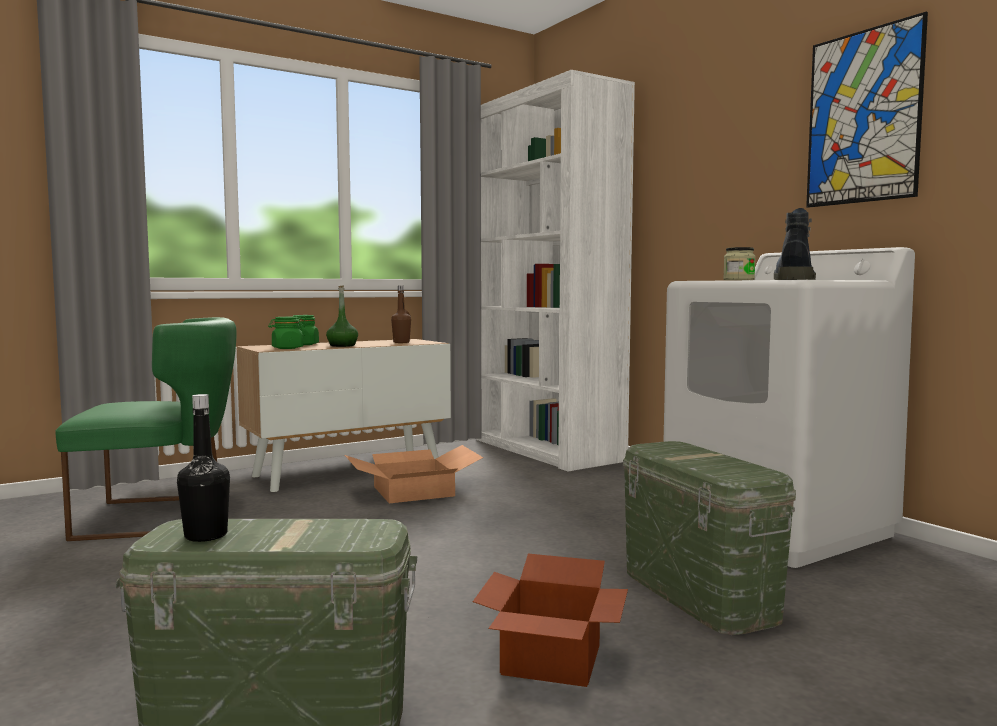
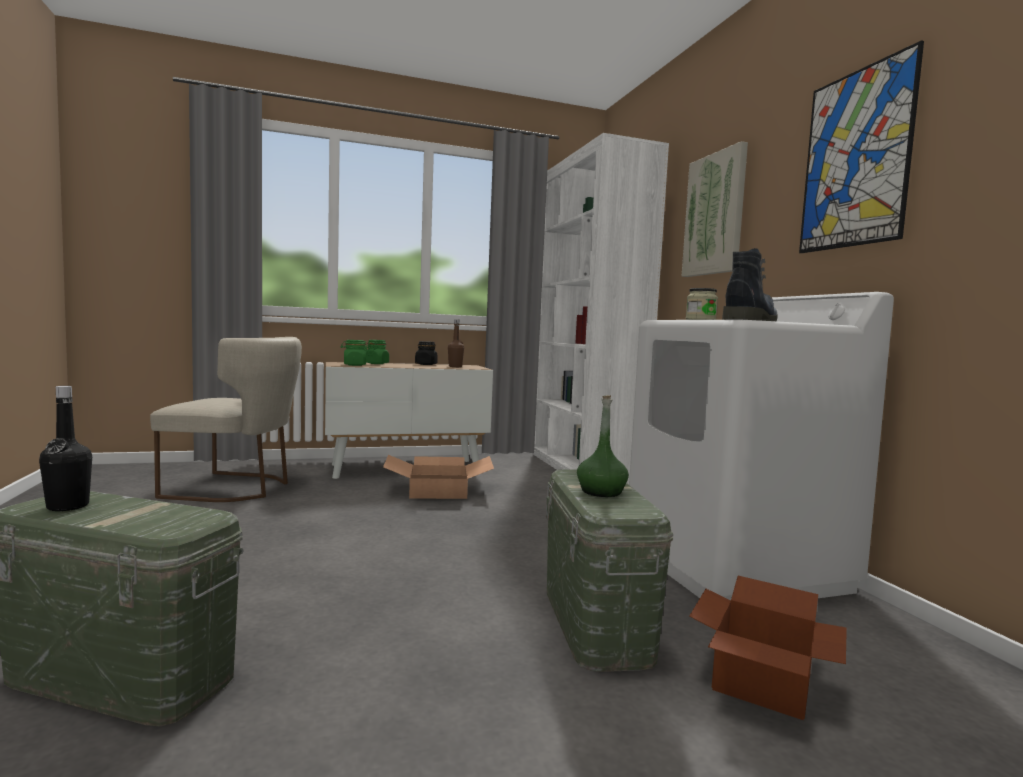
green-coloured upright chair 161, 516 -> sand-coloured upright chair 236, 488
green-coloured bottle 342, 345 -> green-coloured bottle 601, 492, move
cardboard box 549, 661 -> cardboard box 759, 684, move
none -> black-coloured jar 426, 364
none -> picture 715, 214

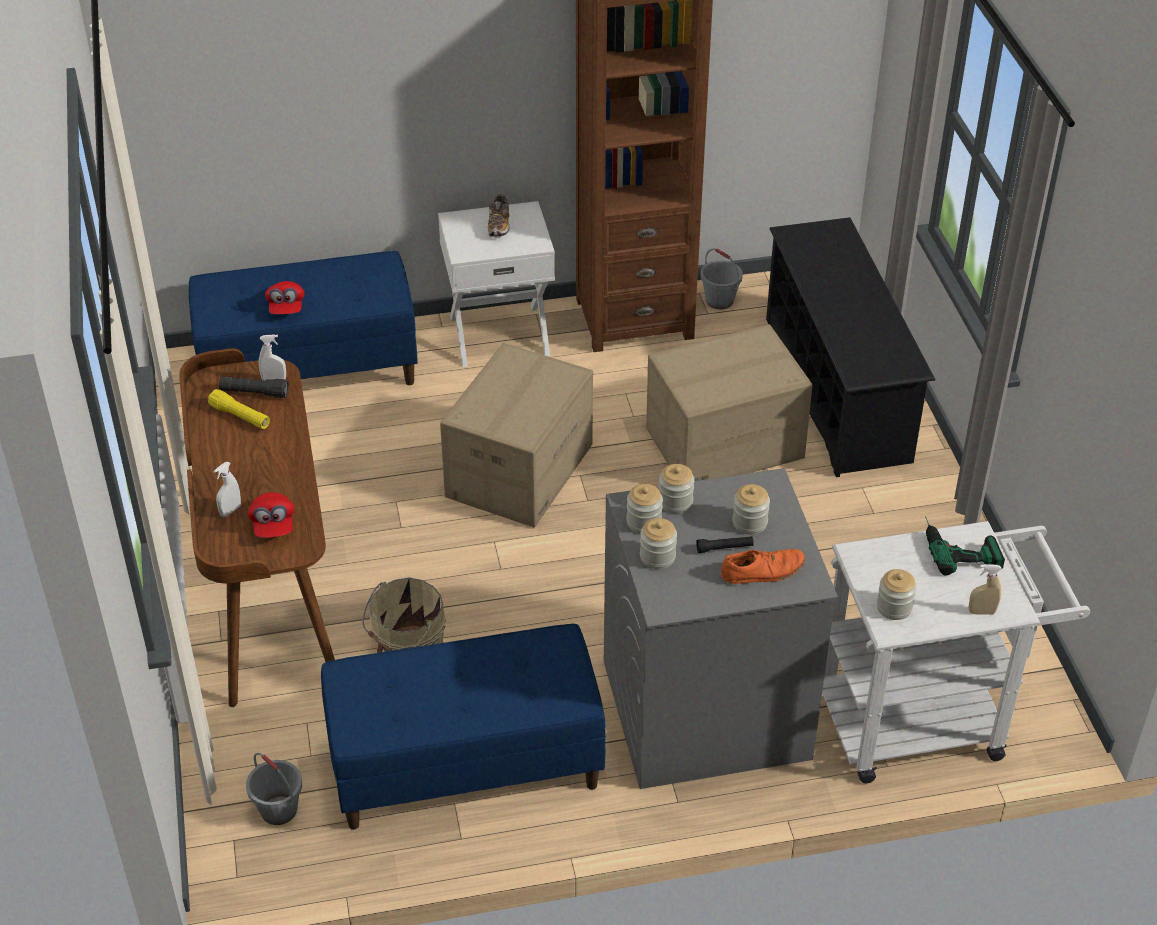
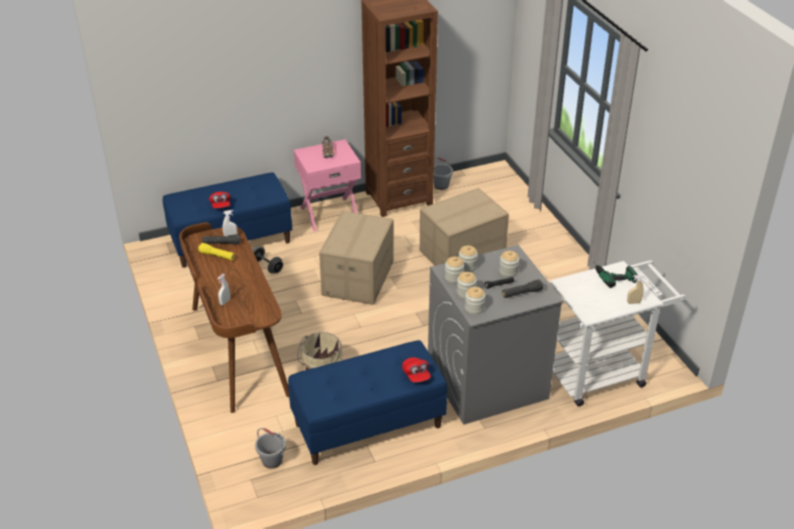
red-coloured peaked cap 273, 525 -> red-coloured peaked cap 416, 375, move
whitish nightstand 499, 334 -> pinkish nightstand 329, 213
orangey low shoe 762, 571 -> black-coloured flashlight 522, 293
black-coloured shoe shelf 837, 389 -> none
jar 894, 607 -> jar 474, 308, move
none -> grey free weight 267, 266

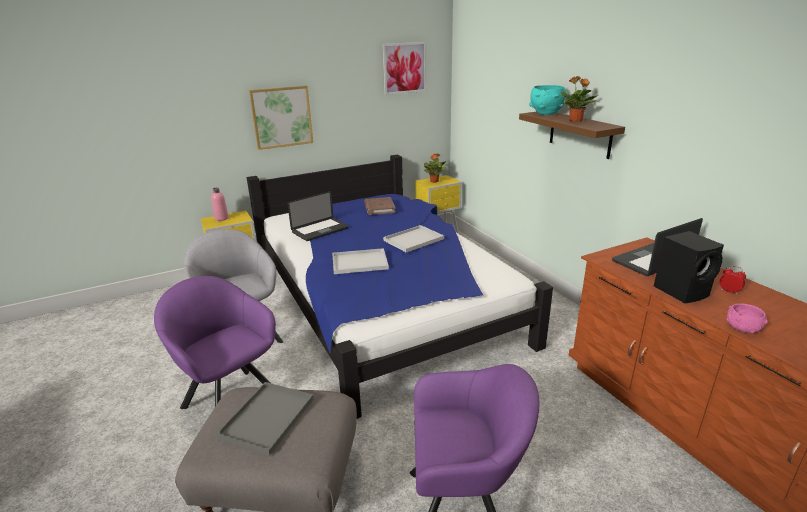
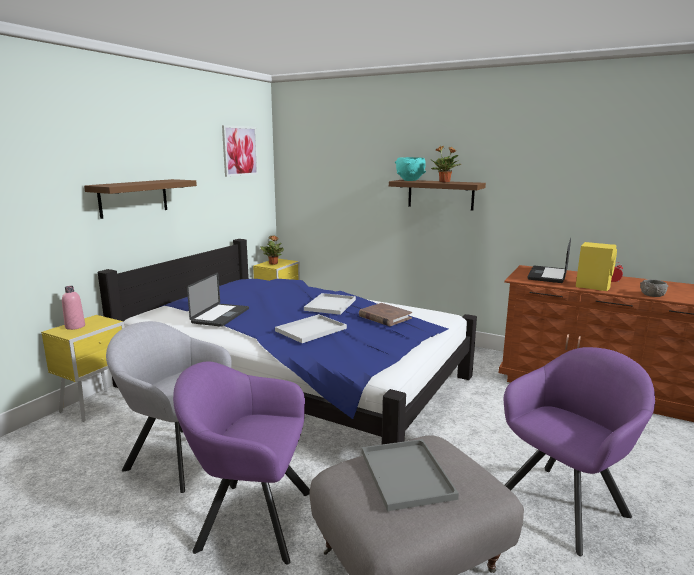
picture 282, 117 -> brown shelf 133, 198
brown book 379, 208 -> brown book 384, 317, move
black-coloured speaker 682, 291 -> yellowish speaker 593, 286
pinkish bowl 742, 328 -> grey bowl 652, 295

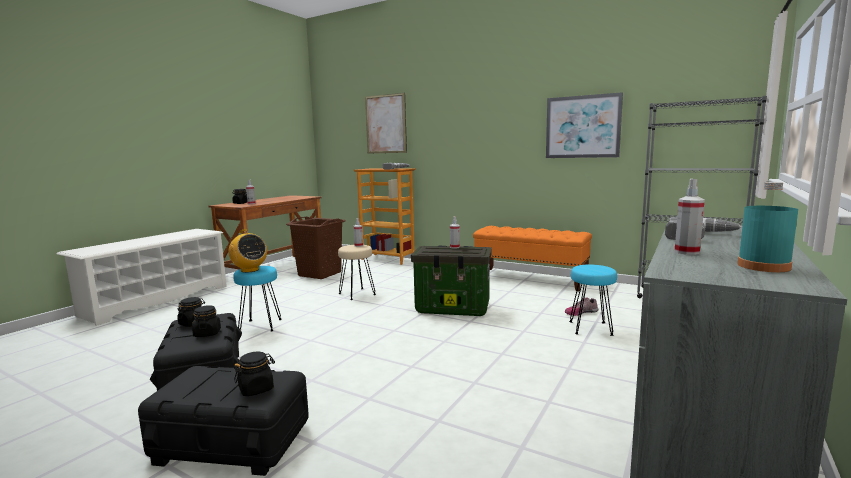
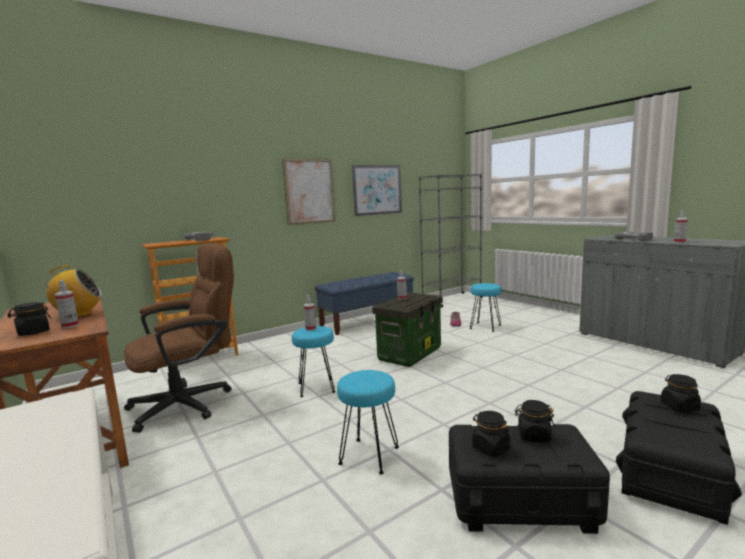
radio receiver 249, 270 -> radio receiver 78, 315, move
brown hamper 319, 274 -> brown computer chair 190, 403
sand-coloured stool 357, 294 -> turquoise stool 316, 387
picture 385, 124 -> picture 310, 191, move
orangey indoor bench 530, 279 -> bluish indoor bench 367, 321
turquoise bottle 763, 266 -> none

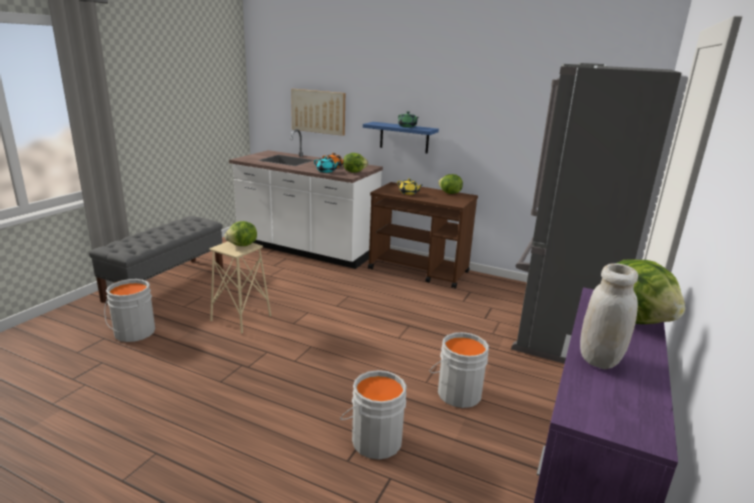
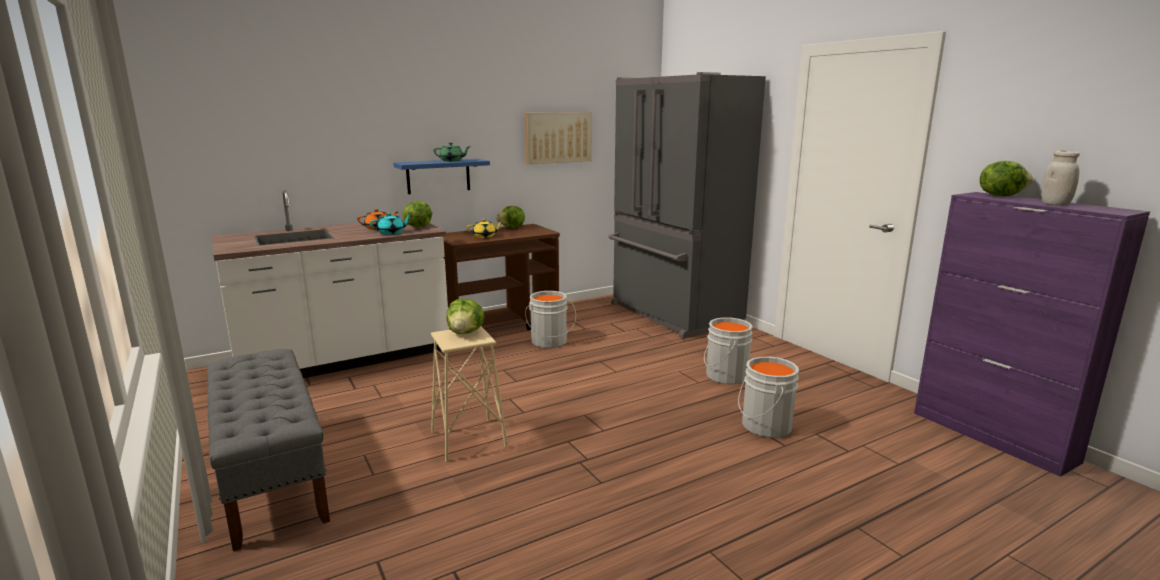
grey bucket 133, 333 -> grey bucket 549, 342, move
picture 318, 111 -> picture 558, 137, move

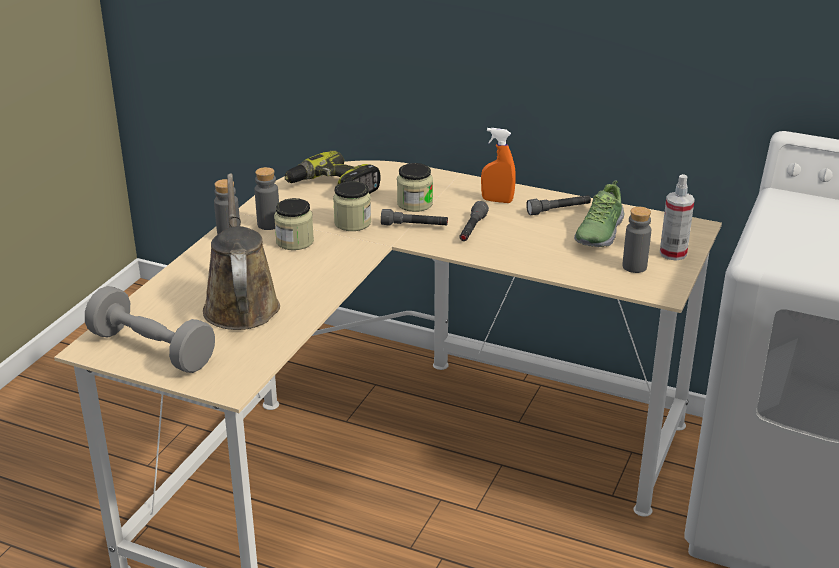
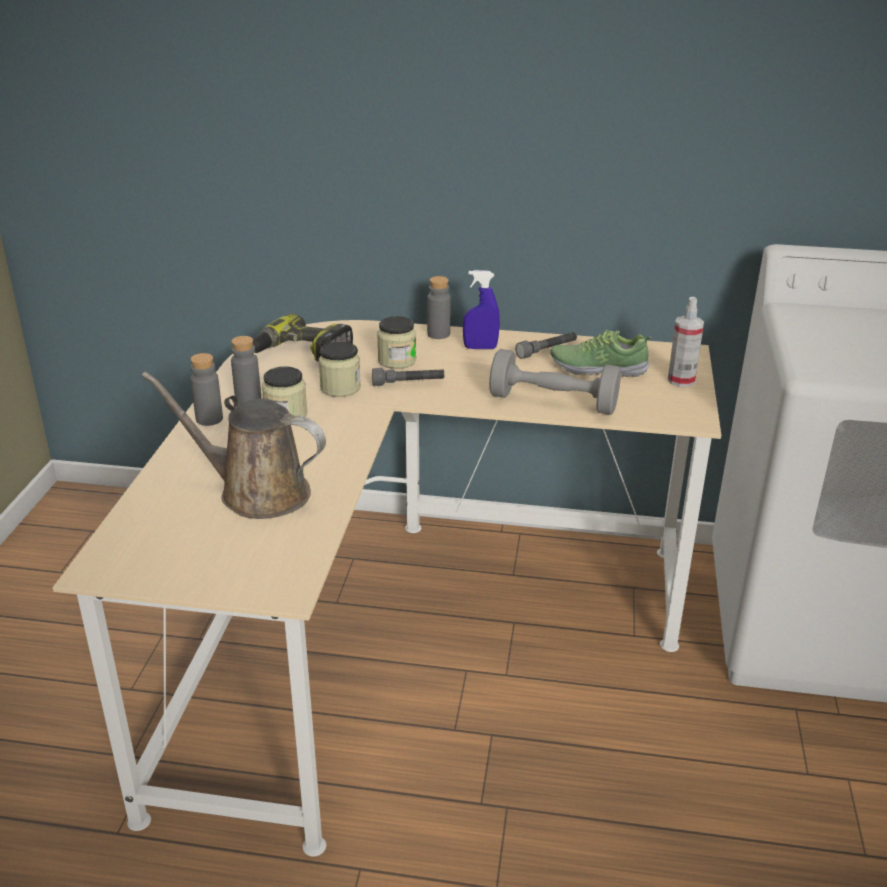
grey free weight 152, 349 -> grey free weight 553, 402, move
brown watering can 241, 304 -> brown watering can 256, 492, 45 degrees counterclockwise
grey flashlight 472, 229 -> none
orangey hand sprayer 497, 200 -> bluish hand sprayer 480, 348
low shoe 598, 232 -> low shoe 598, 368, 90 degrees clockwise
grey bottle 634, 267 -> grey bottle 438, 334, move

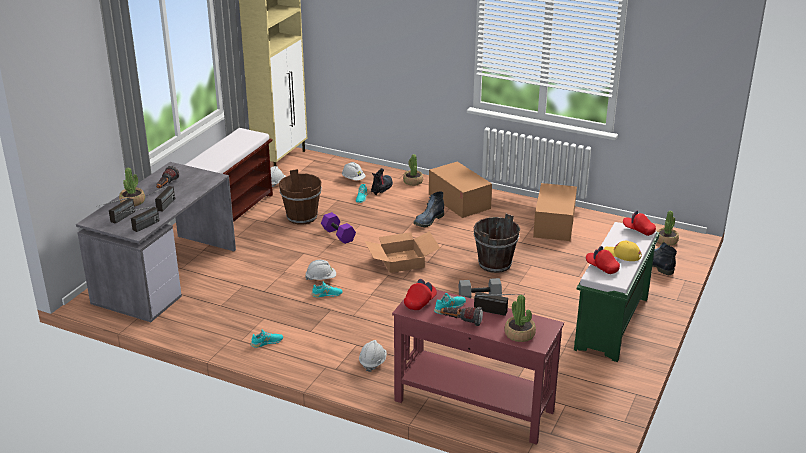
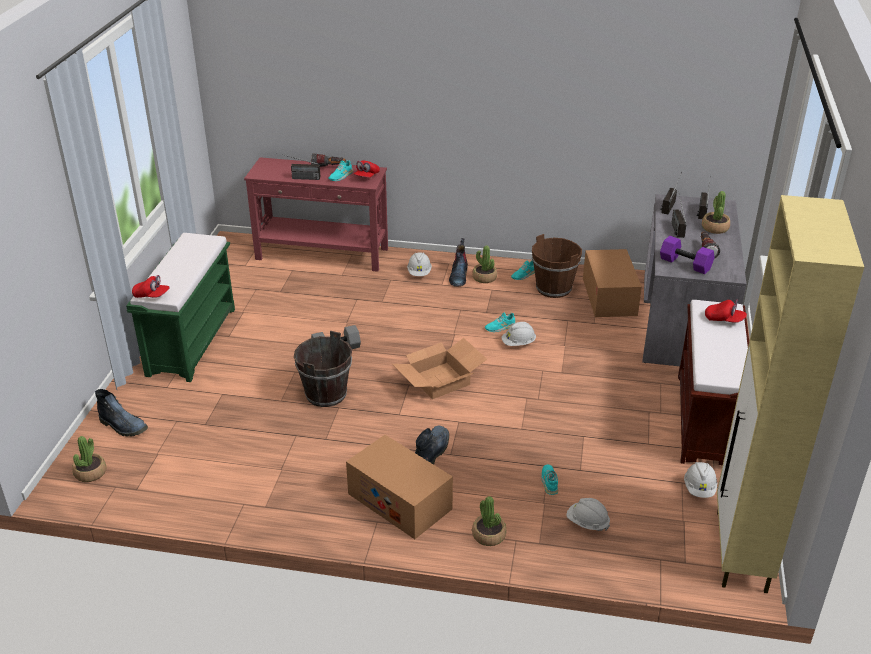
brown bucket 301, 217 -> brown bucket 554, 288, move
purplish free weight 339, 235 -> purplish free weight 684, 264, move
tall boot 382, 188 -> tall boot 458, 276, move
plant in a pot 519, 334 -> plant in a pot 484, 278, move
cardboard box 554, 224 -> cardboard box 609, 296, move
red-coloured peaked cap 602, 267 -> red-coloured peaked cap 724, 320, move
yellowish peaked cap 622, 254 -> none

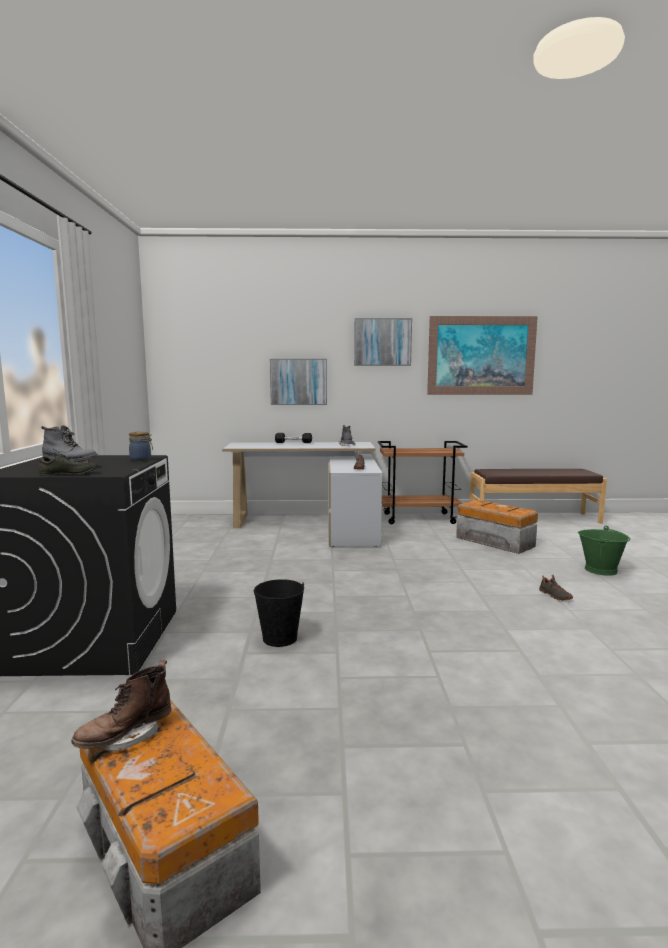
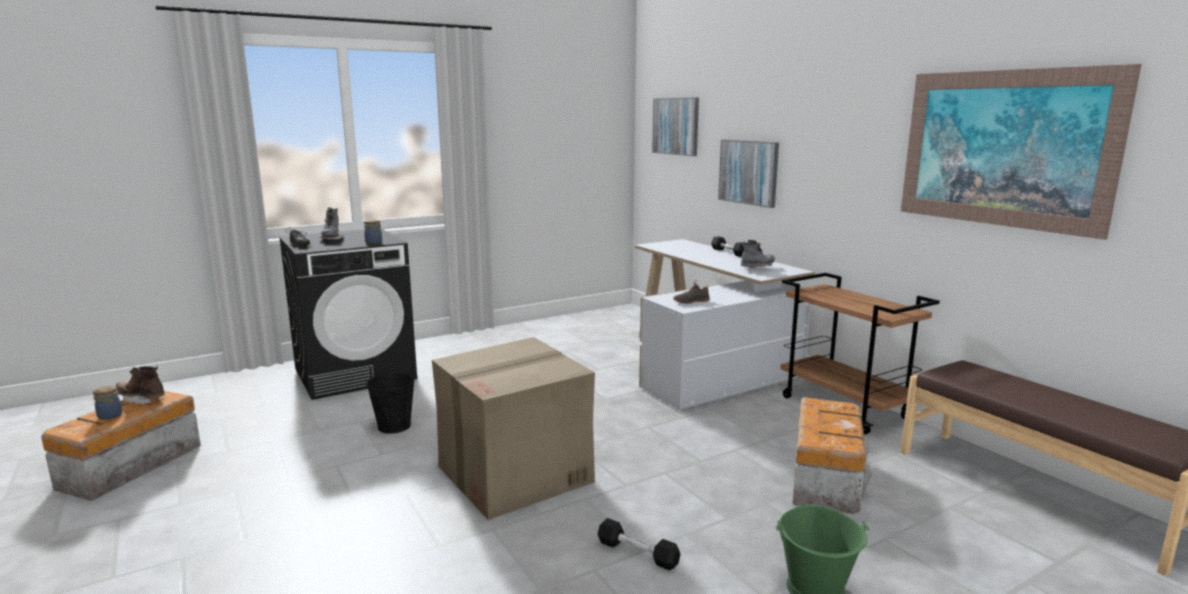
picture 382, 342 -> picture 676, 126, move
black-coloured low shoe 554, 596 -> black-coloured free weight 637, 553
none -> jar 110, 415
none -> cardboard box 516, 474

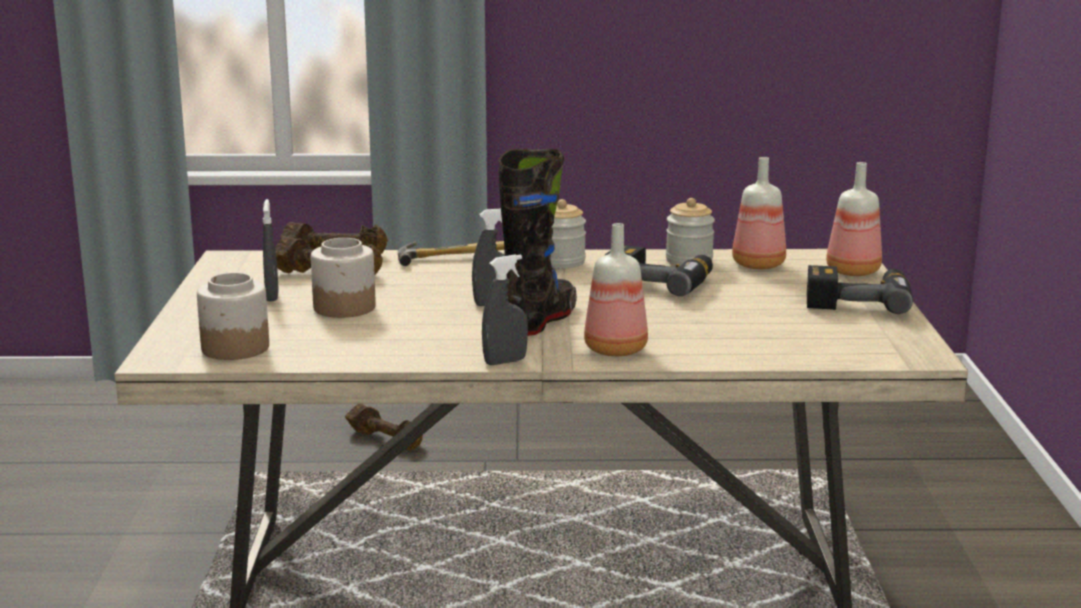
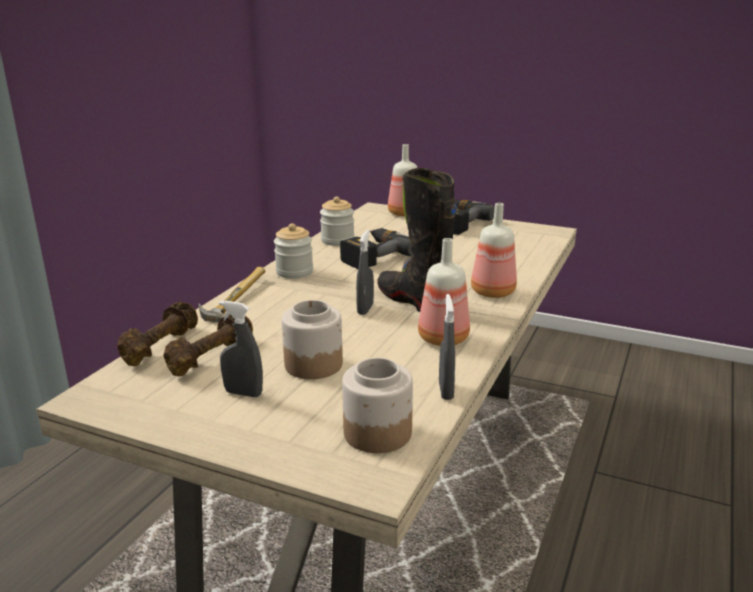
brown free weight 386, 440 -> none
grey hand sprayer 505, 361 -> grey hand sprayer 446, 391, move
bottle 757, 264 -> bottle 441, 338, move

